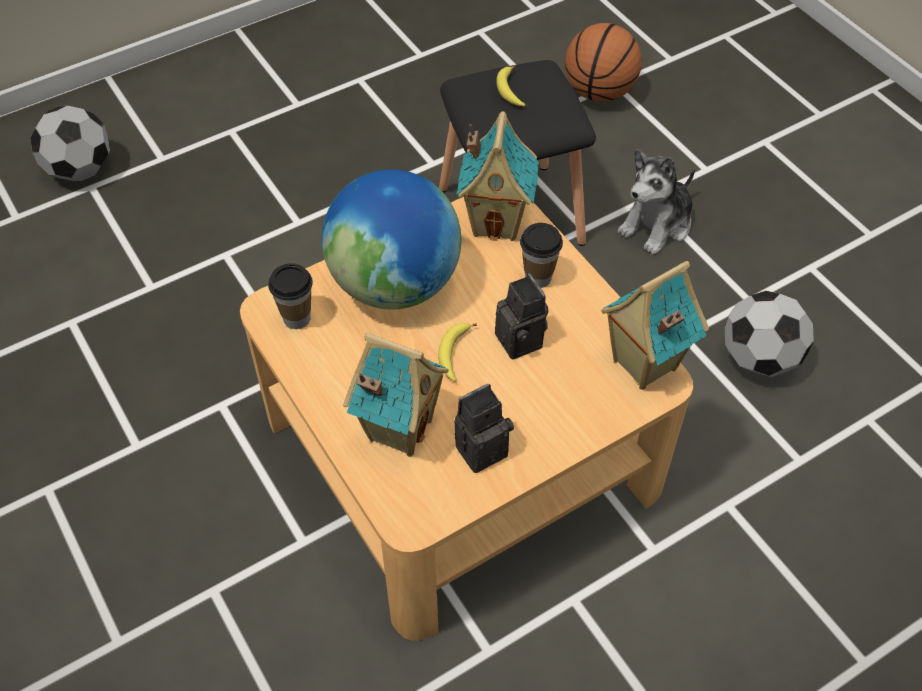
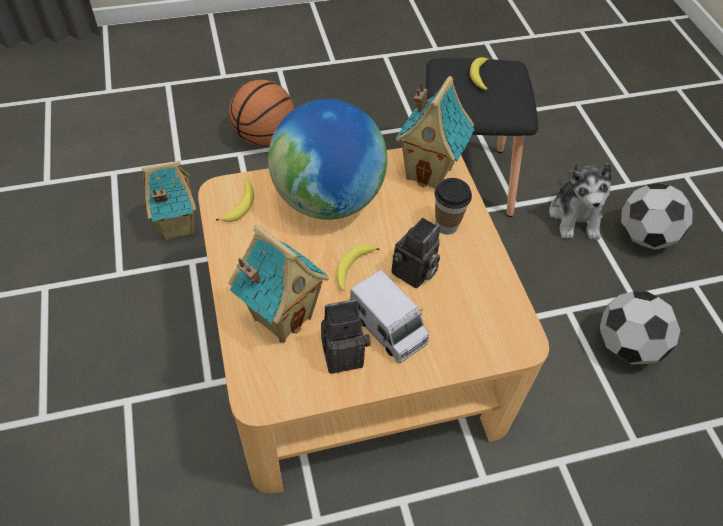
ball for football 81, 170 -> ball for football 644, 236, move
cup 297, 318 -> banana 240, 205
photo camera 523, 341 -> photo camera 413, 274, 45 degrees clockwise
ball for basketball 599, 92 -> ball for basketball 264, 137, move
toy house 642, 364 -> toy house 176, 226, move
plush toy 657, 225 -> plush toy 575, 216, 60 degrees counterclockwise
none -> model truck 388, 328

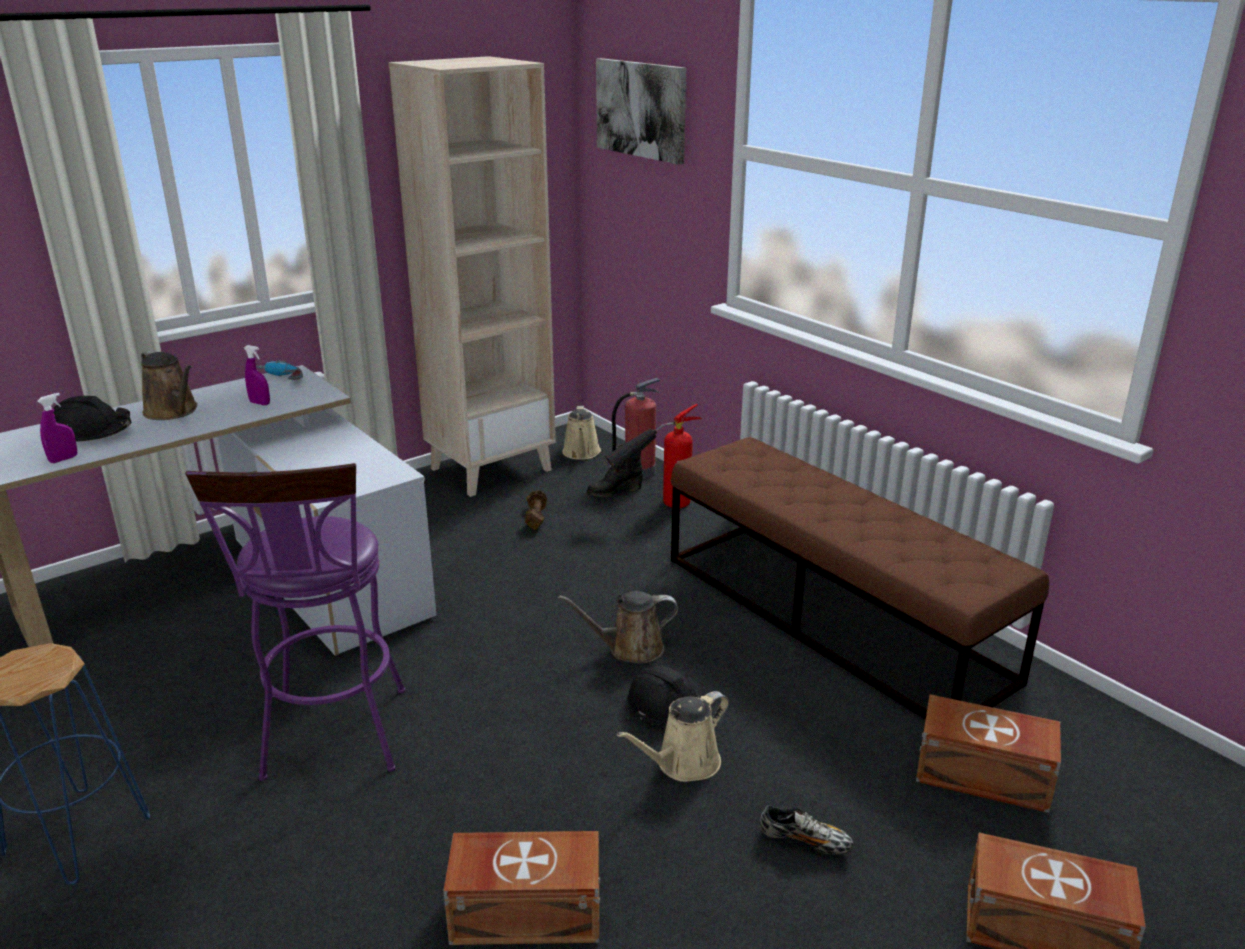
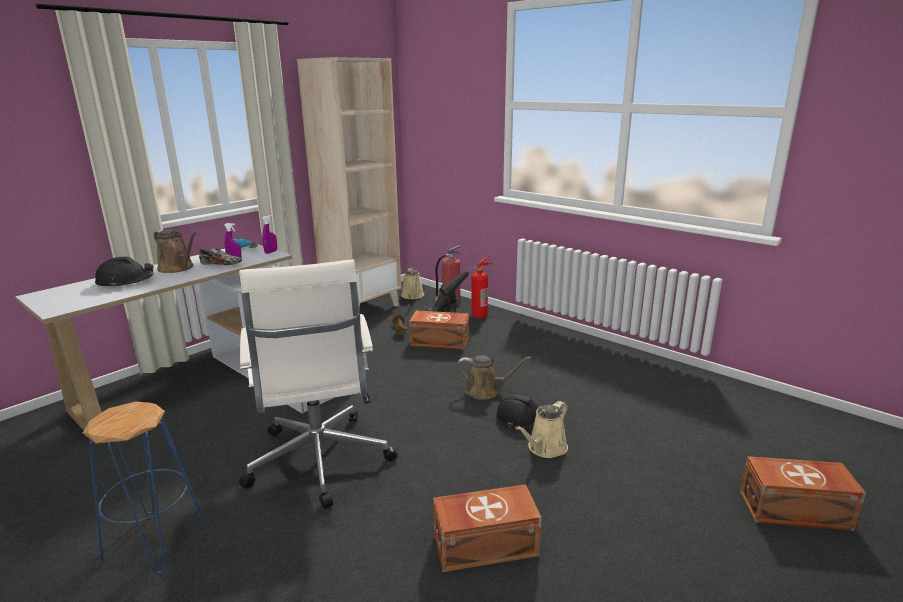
purplish hand sprayer 63, 459 -> purplish hand sprayer 271, 252, move
purplish stool 334, 742 -> whitish computer chair 319, 462
brown watering can 630, 648 -> brown watering can 485, 391, 150 degrees counterclockwise
picture 641, 109 -> none
brown indoor bench 833, 617 -> none
low shoe 805, 841 -> low shoe 221, 265, move
brown storage container 984, 777 -> brown storage container 440, 342, move

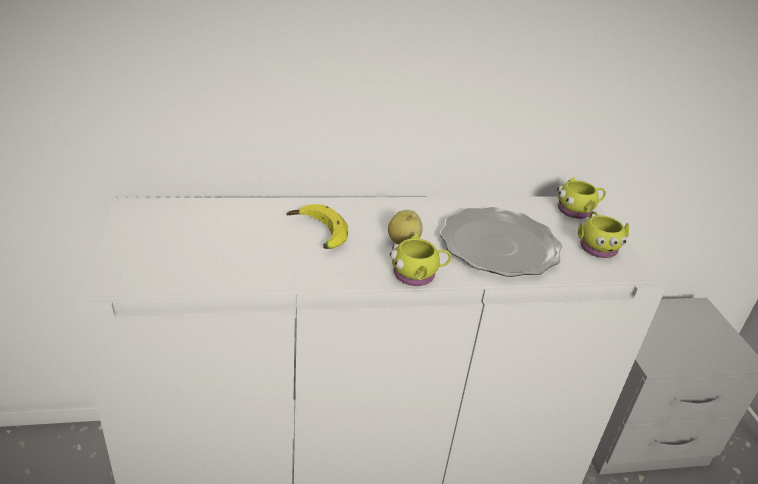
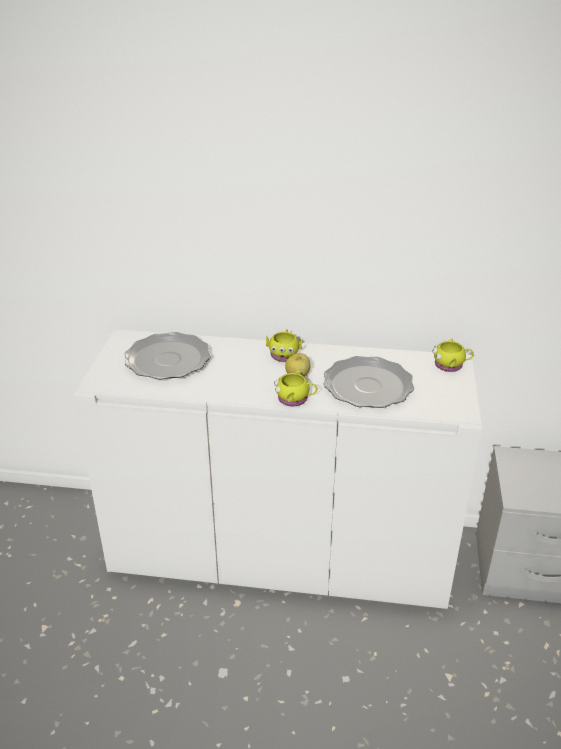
banana 316, 234 -> none
yellowish coffee mug 596, 246 -> yellowish coffee mug 284, 354, move
none -> flat dish 167, 359

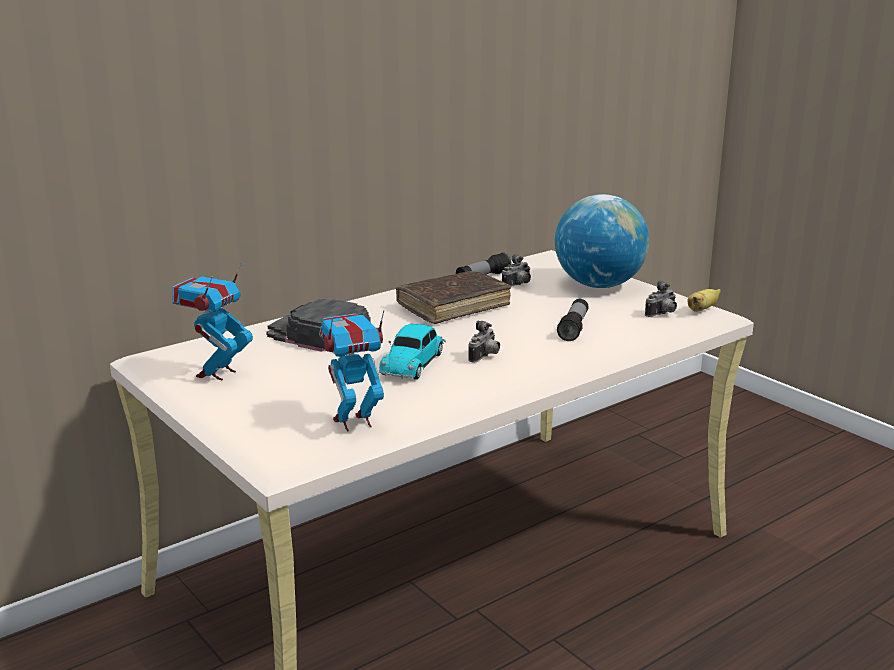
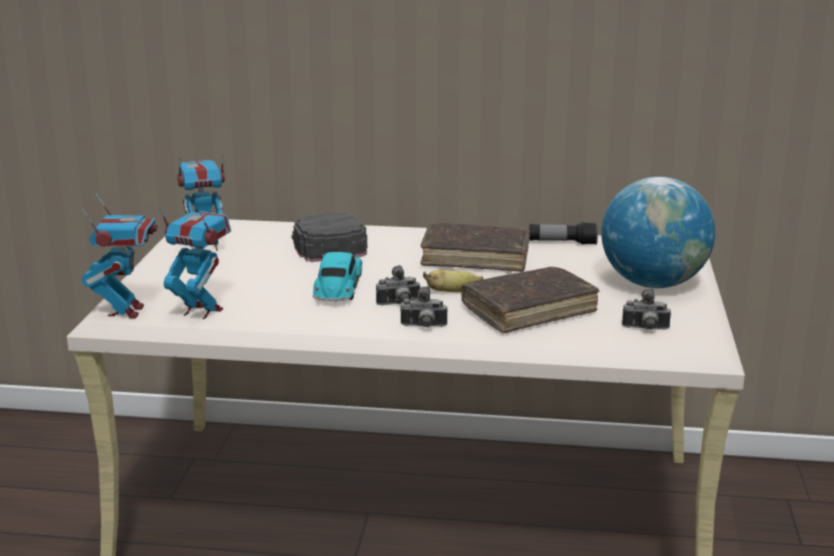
model car 413, 363 -> model car 338, 288, 120 degrees clockwise
photo camera 518, 285 -> photo camera 423, 327, move
flashlight 574, 328 -> brown book 529, 310
banana 702, 309 -> banana 453, 292, move
none -> robot figure 126, 311

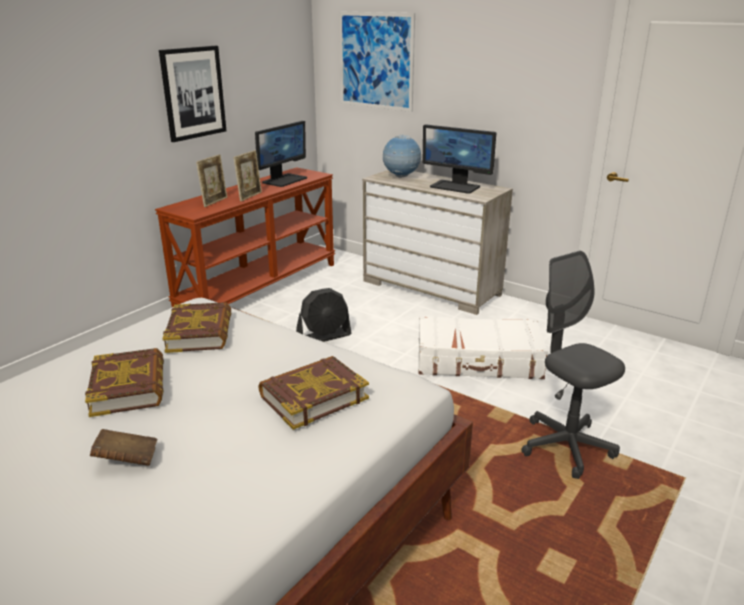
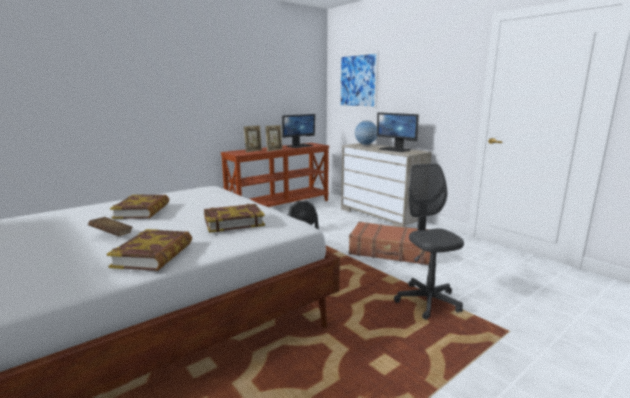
picture 193, 93 -> none
book 200, 333 -> book 154, 255, move
whitish travel case 479, 361 -> brown travel case 391, 252

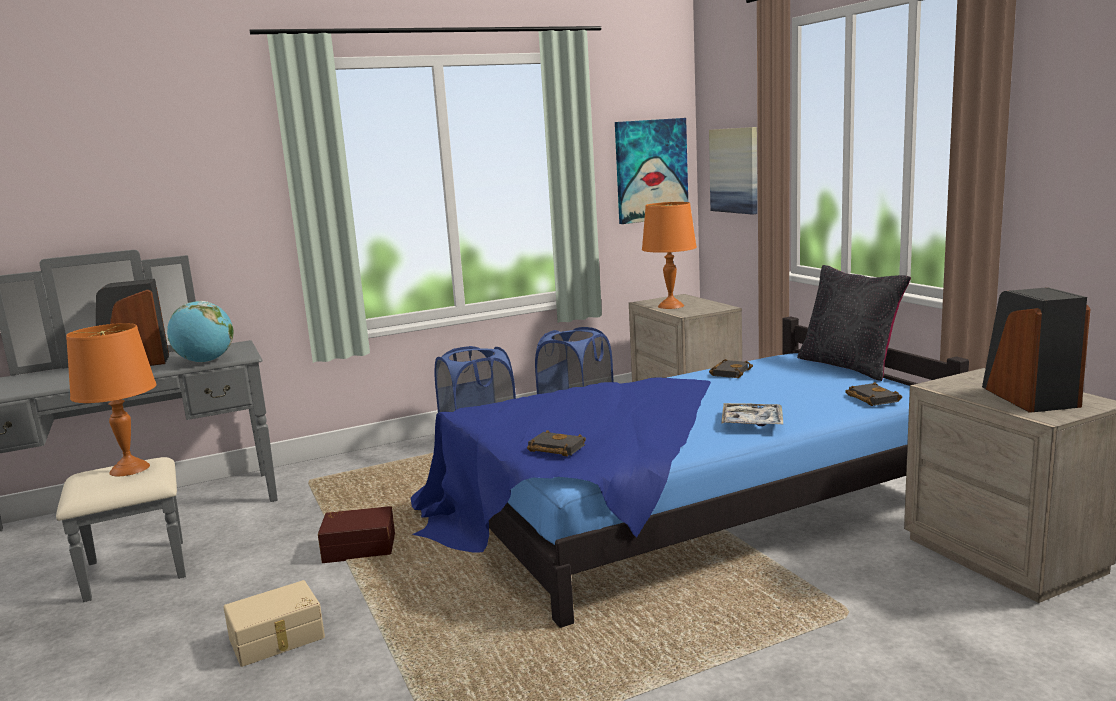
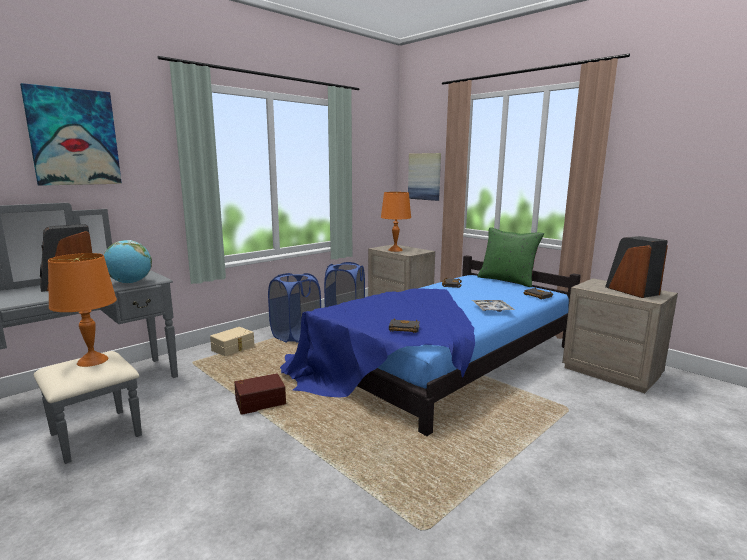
sand-coloured storage container 277, 639 -> sand-coloured storage container 233, 348, move
picture 651, 170 -> picture 74, 137, move
black-coloured pillow 849, 366 -> green-coloured pillow 507, 280

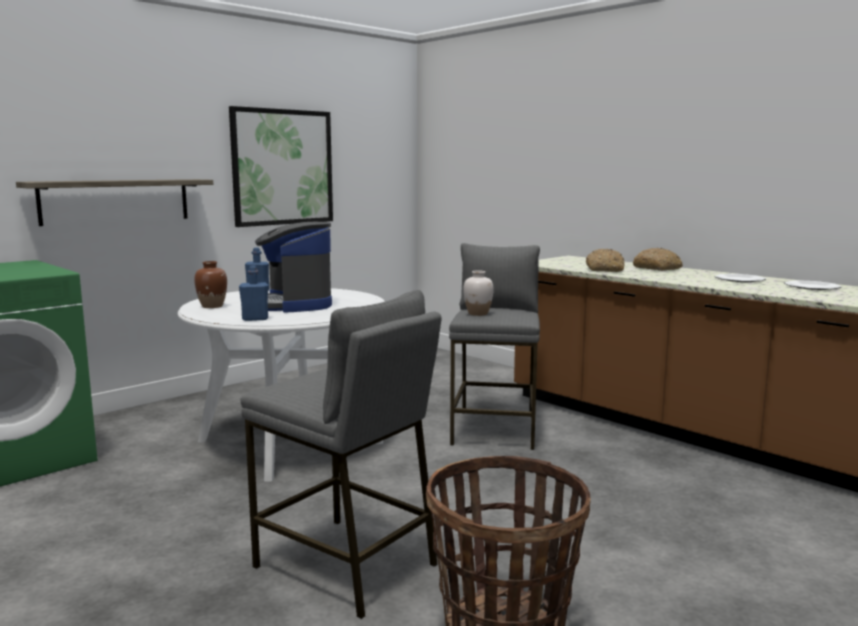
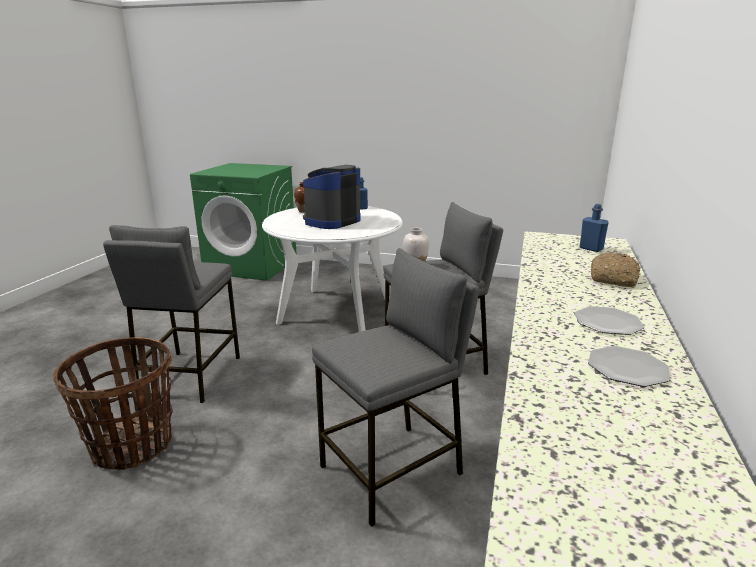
shelf 116, 201 -> none
picture 282, 167 -> none
bluish bottle 255, 319 -> bluish bottle 591, 249, move
baked bread 605, 269 -> none
none -> grey stool 392, 471

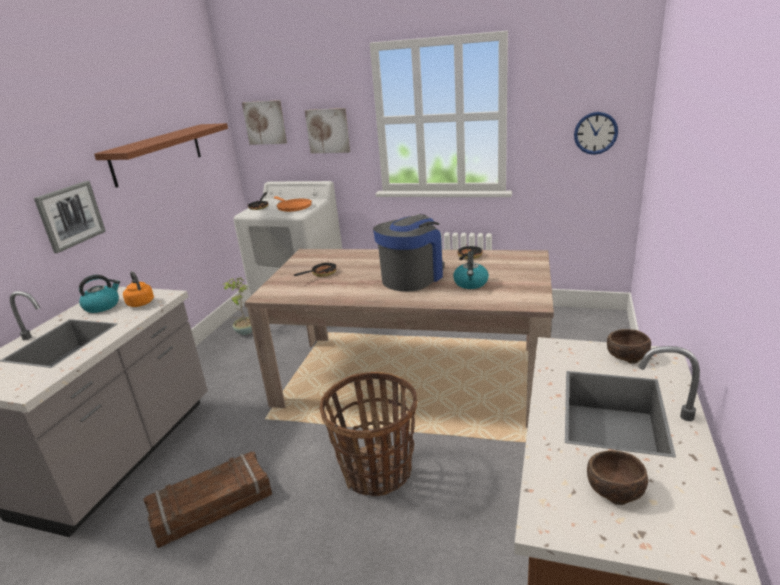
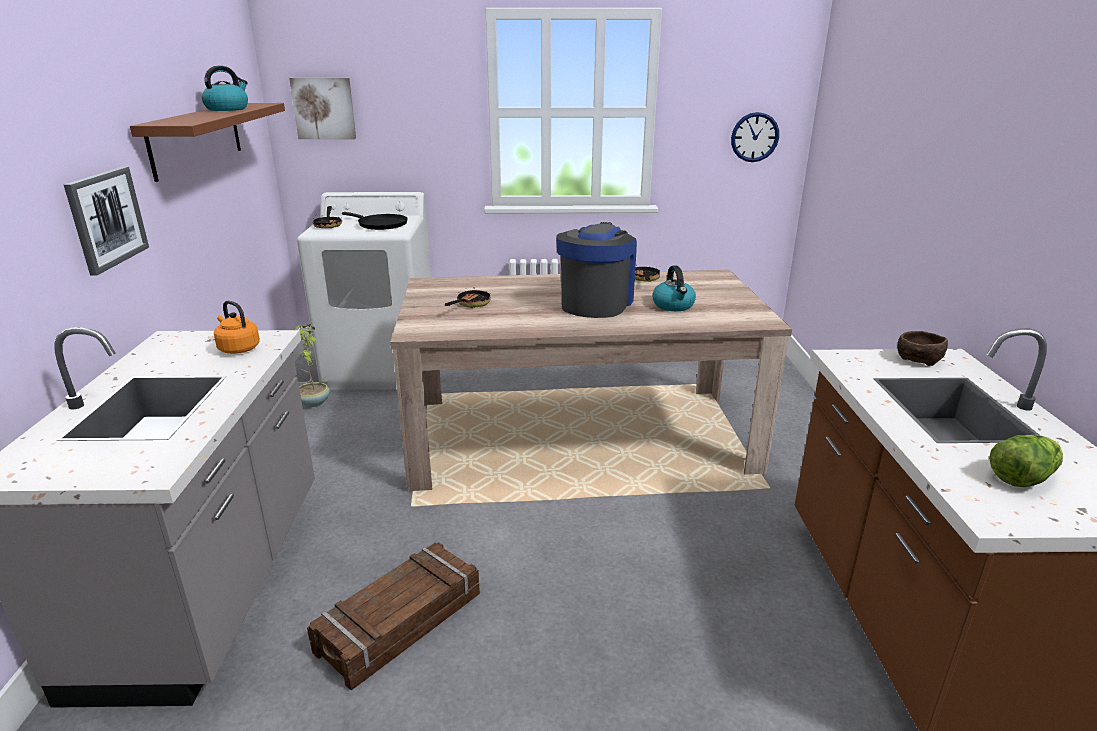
kettle 102, 306 -> kettle 227, 109, move
orangey skillet 293, 207 -> black-coloured skillet 380, 224
picture 328, 131 -> none
household basket 377, 472 -> none
brown bowl 613, 488 -> lettuce 1021, 476

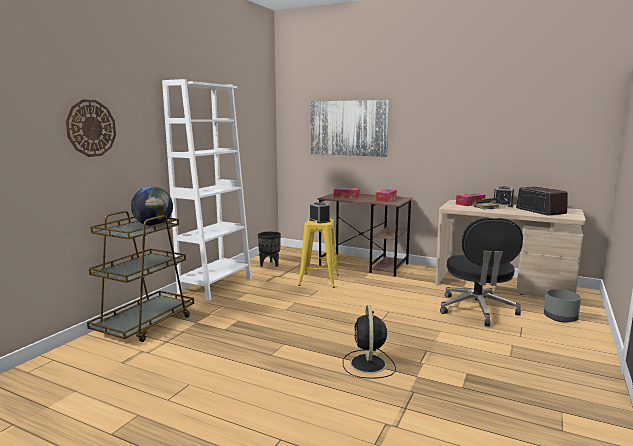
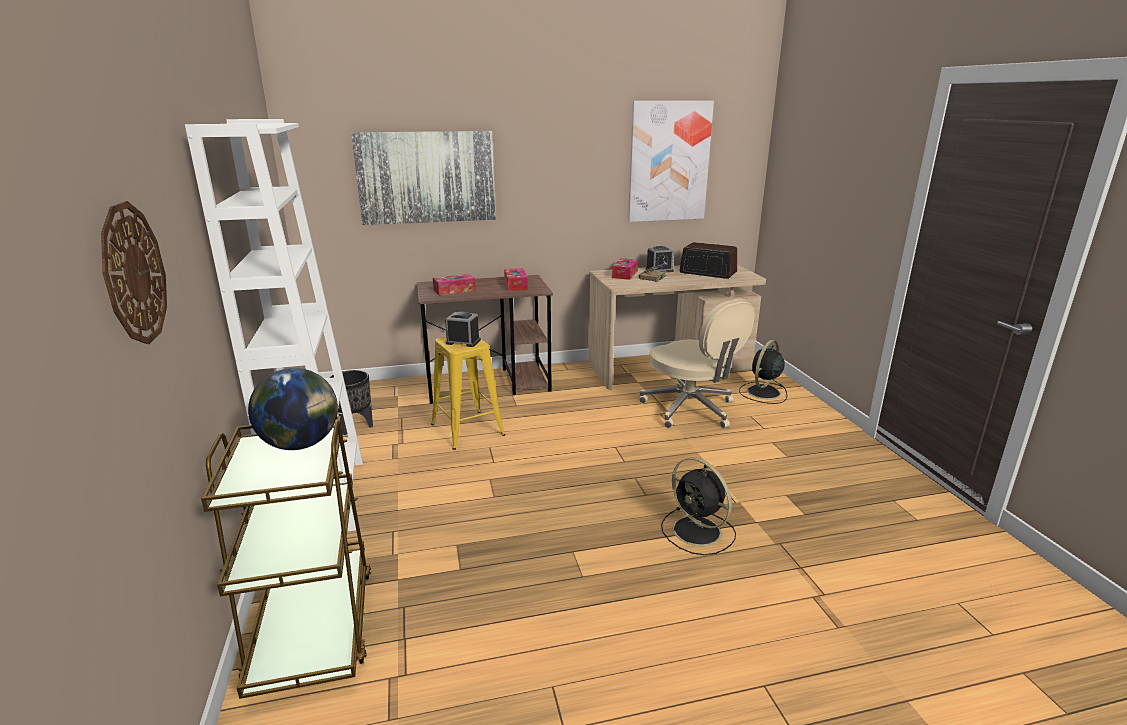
black-coloured computer chair 477, 310 -> sand-coloured computer chair 690, 409
grey planter 560, 318 -> black-coloured cooling fan 763, 393
none -> picture 668, 162

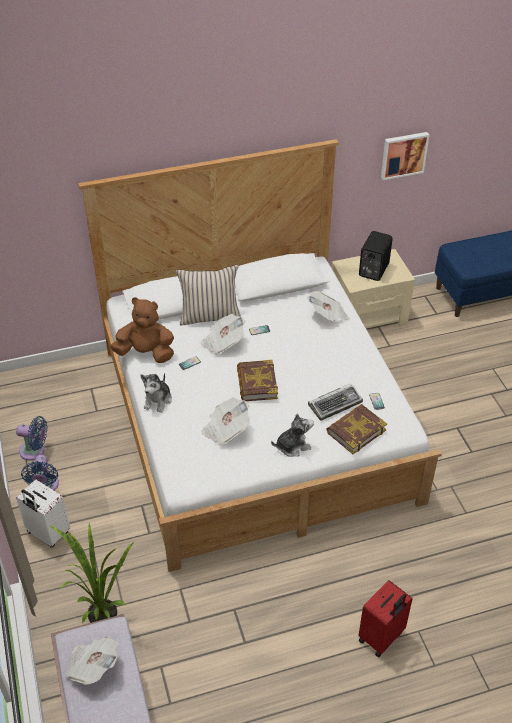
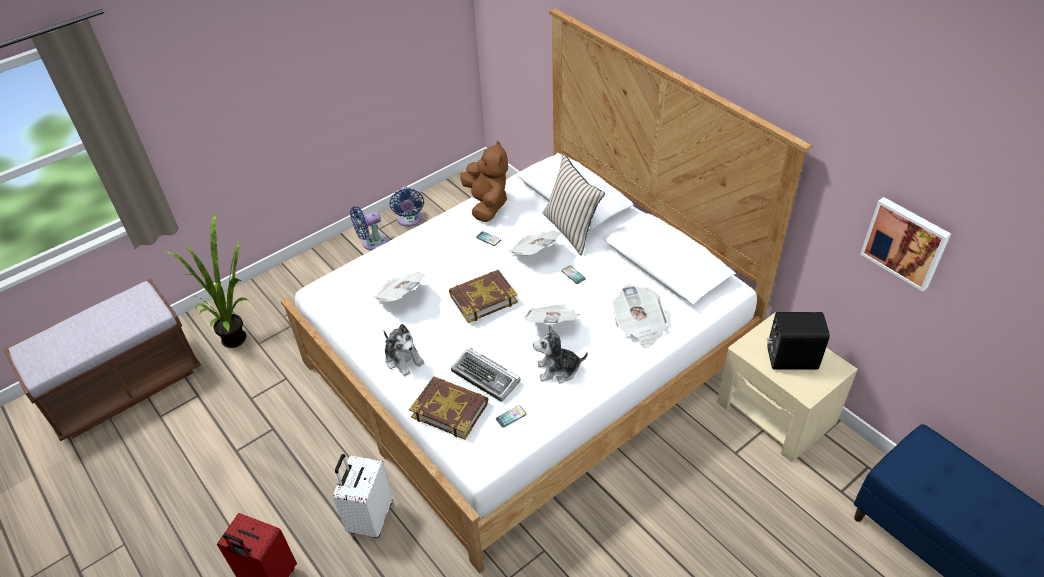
whitish travel case 47, 533 -> whitish travel case 370, 518, move
daily paper 93, 666 -> daily paper 552, 324, move
plush toy 158, 400 -> plush toy 558, 370, move

